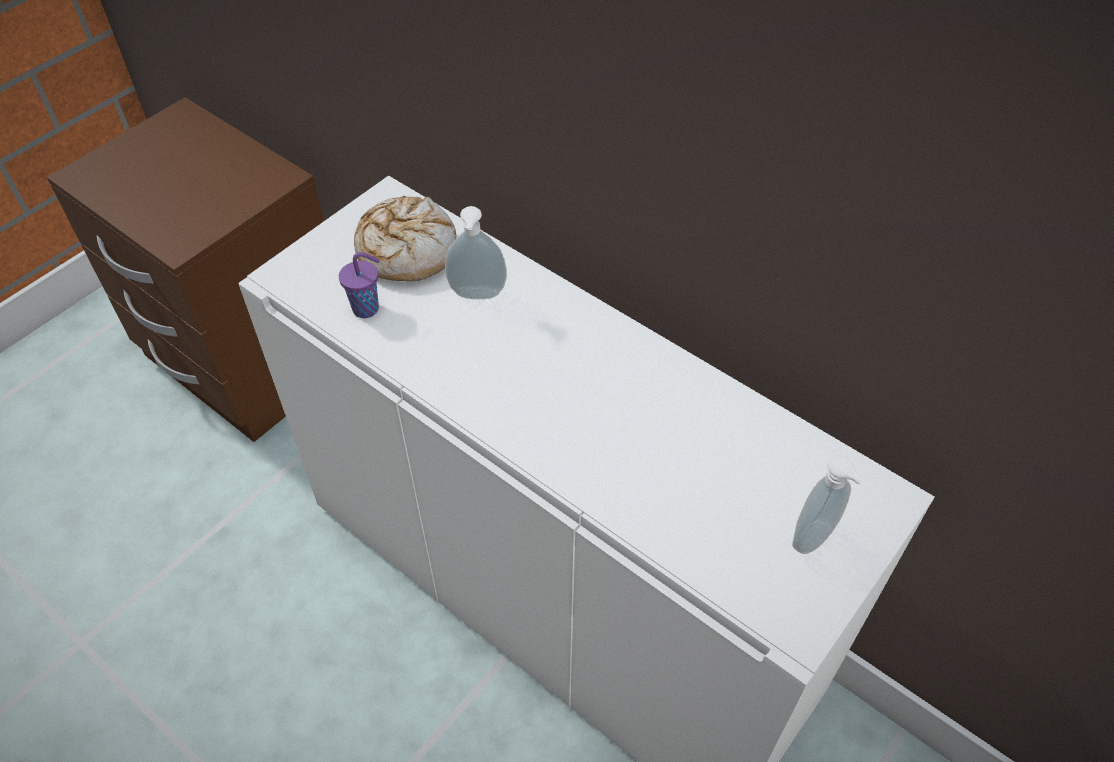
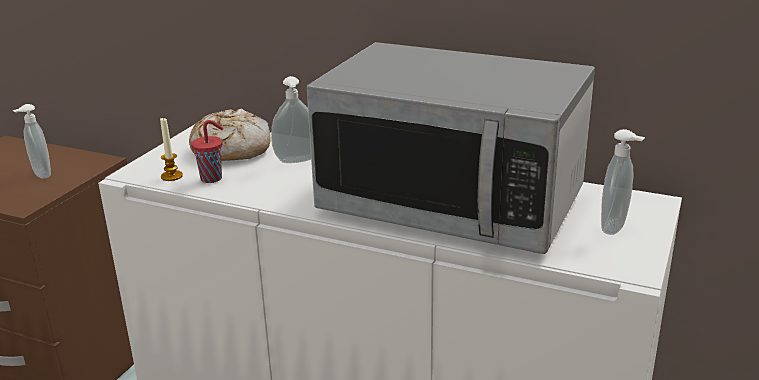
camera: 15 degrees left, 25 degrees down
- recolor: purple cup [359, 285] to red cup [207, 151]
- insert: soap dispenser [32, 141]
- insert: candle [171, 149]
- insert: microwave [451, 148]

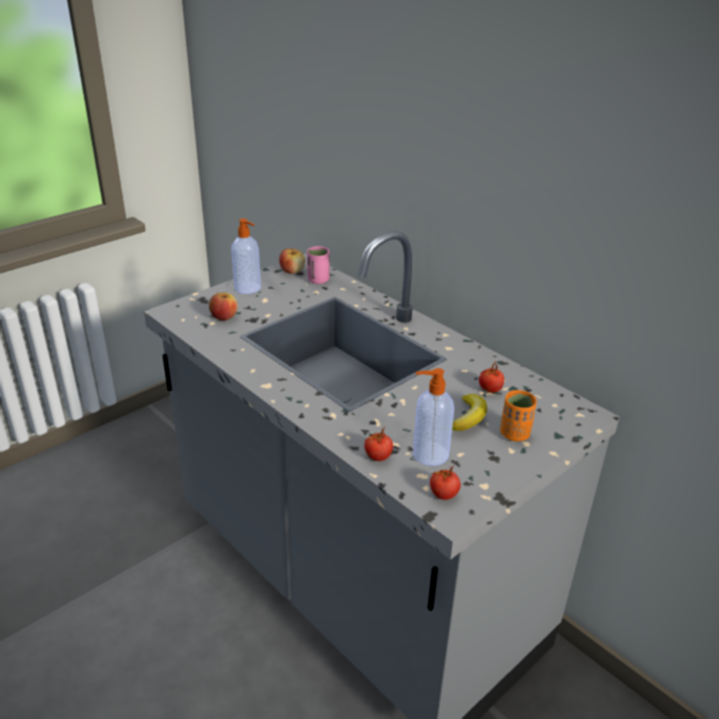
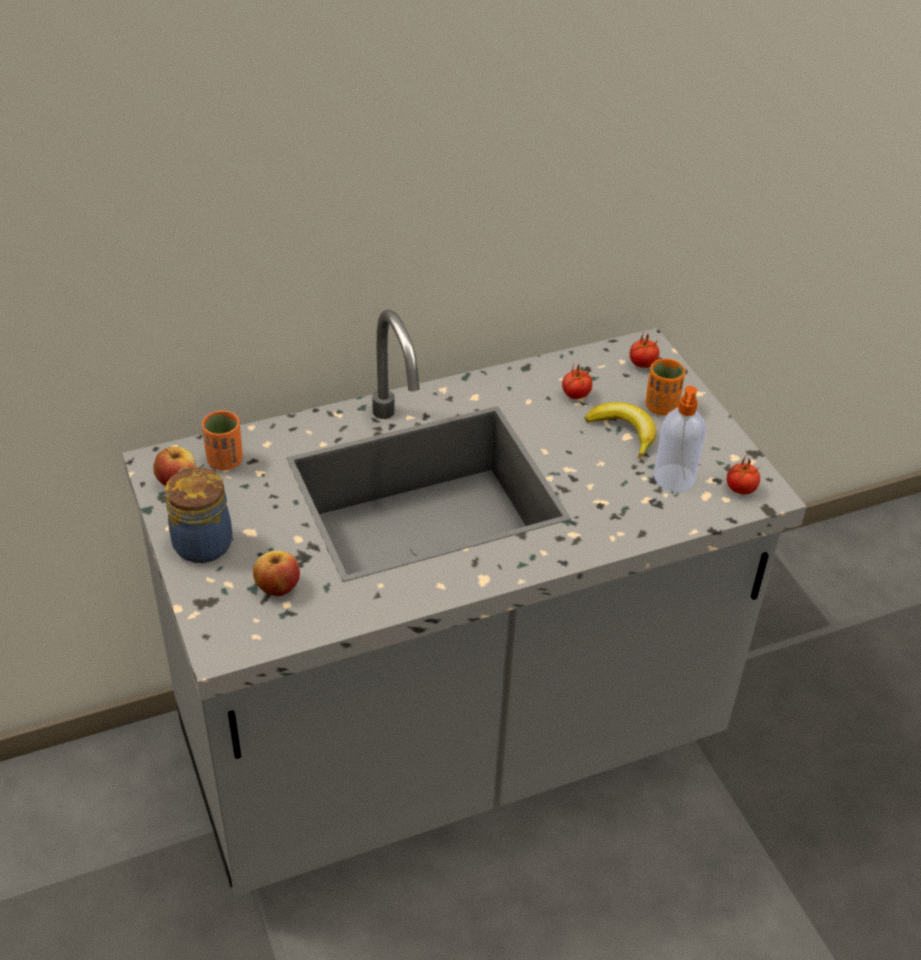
camera: 70 degrees left, 10 degrees up
- replace: soap dispenser [246, 256] to jar [198, 515]
- recolor: pink cup [318, 265] to orange cup [222, 440]
- move: tomato [378, 444] to [644, 349]

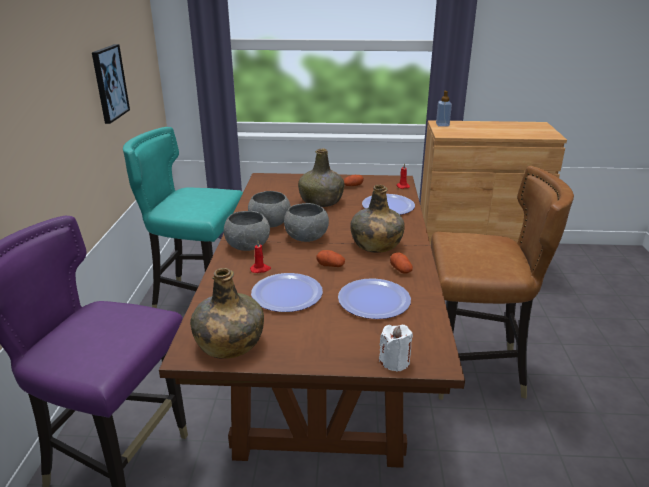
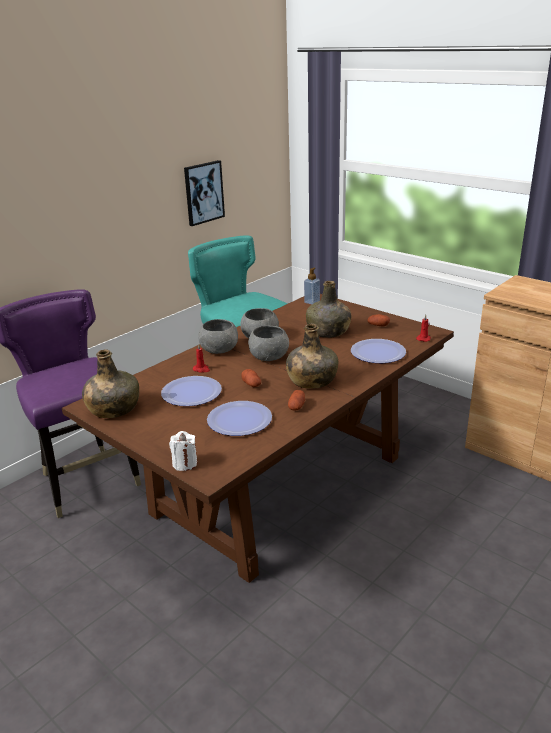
camera: 40 degrees right, 0 degrees up
- delete: brown chair [502, 283]
- move: soap dispenser [444, 108] to [312, 286]

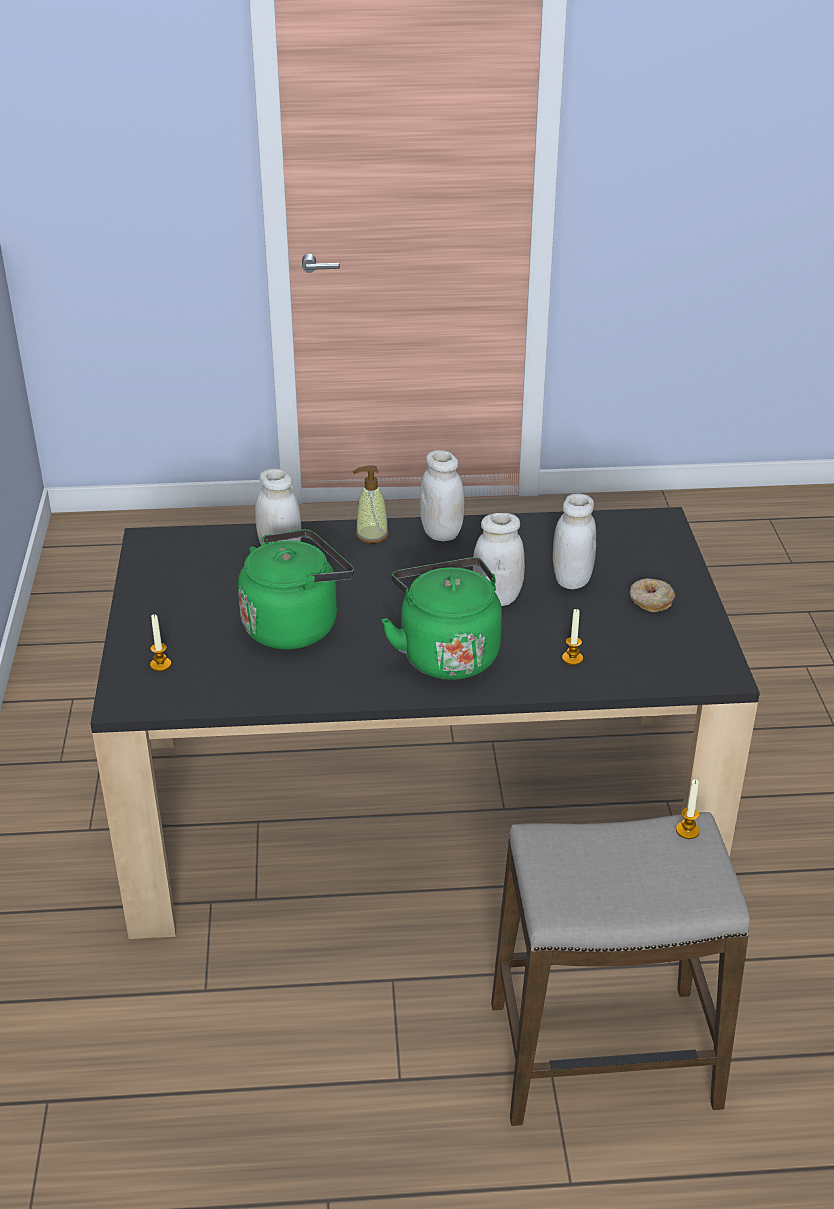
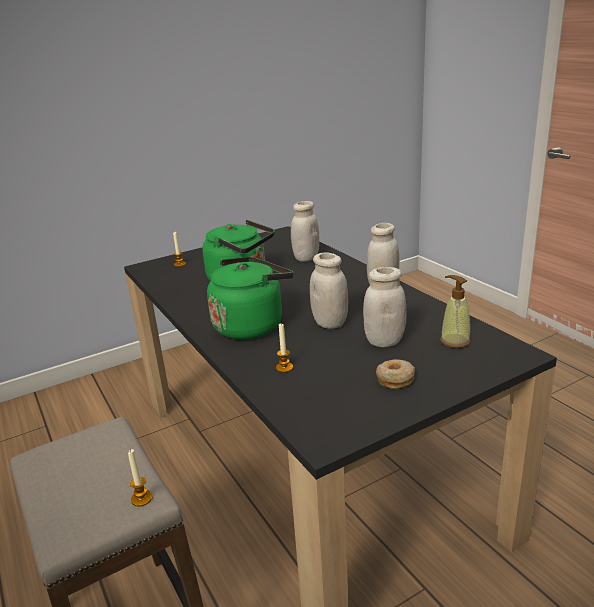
camera: 65 degrees right, 10 degrees down
- move: soap dispenser [371, 504] to [455, 311]

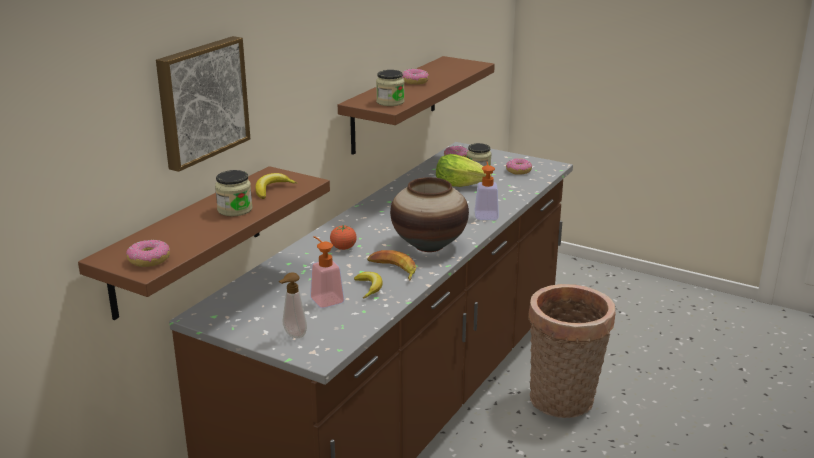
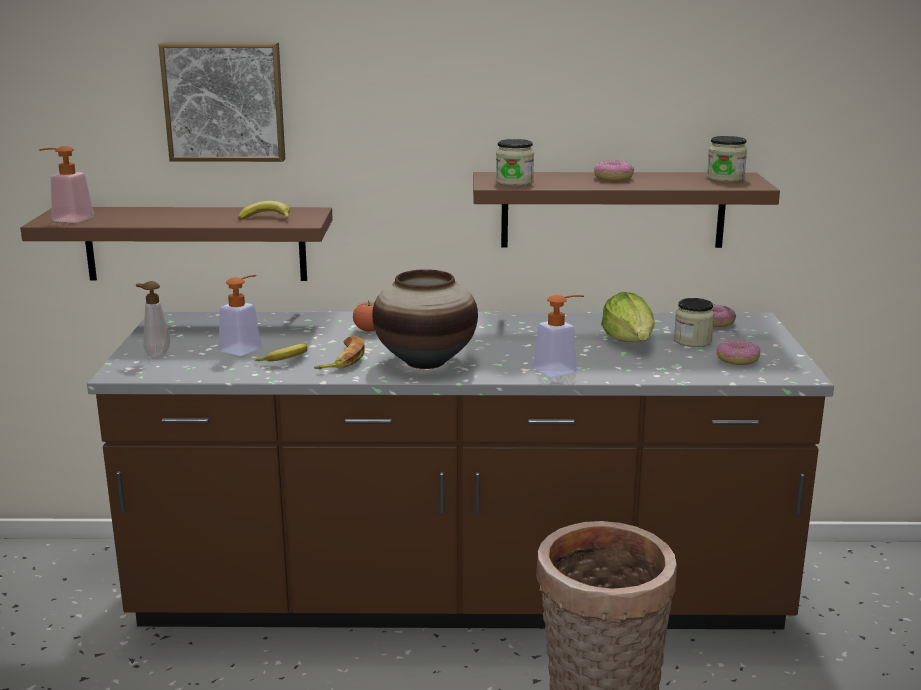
camera: 60 degrees right, 5 degrees down
- replace: donut [148, 253] to soap dispenser [66, 184]
- move: jar [233, 193] to [727, 159]

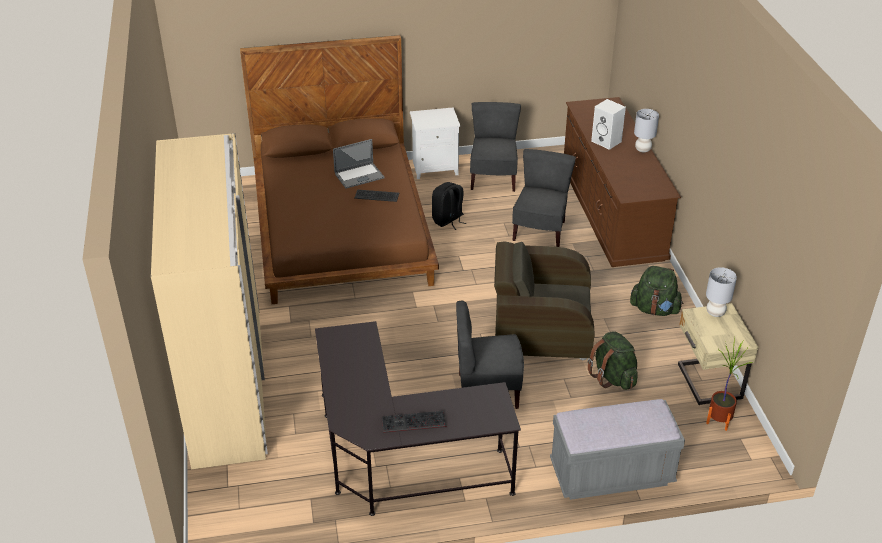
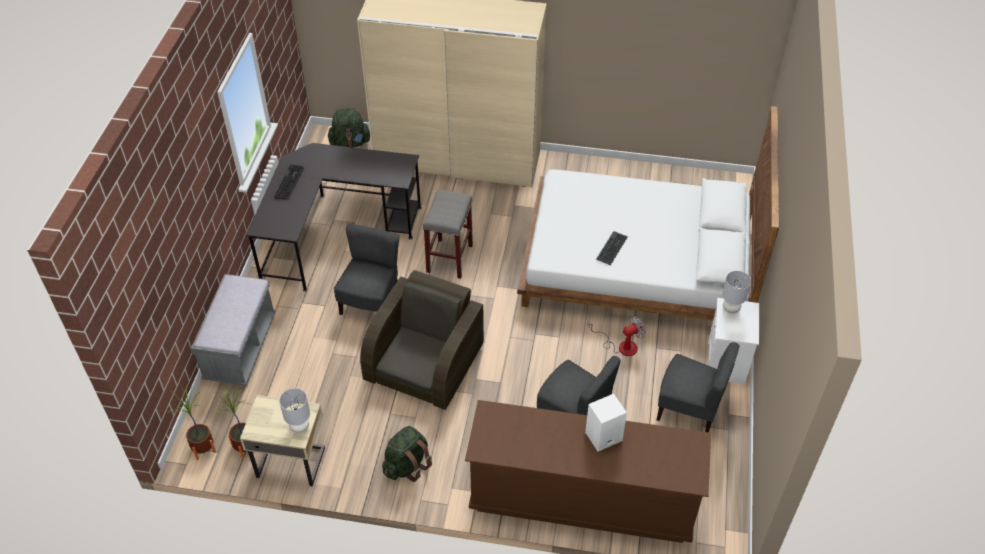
camera: 110 degrees right, 10 degrees up
- recolor: brown bed [339, 169] to white bed [648, 213]
- delete: laptop [359, 163]
- replace: black backpack [449, 206] to fan [616, 336]
- move: green backpack [613, 360] to [349, 127]
- move: grey table lamp [646, 130] to [736, 292]
- insert: potted plant [192, 422]
- insert: grey stool [448, 234]

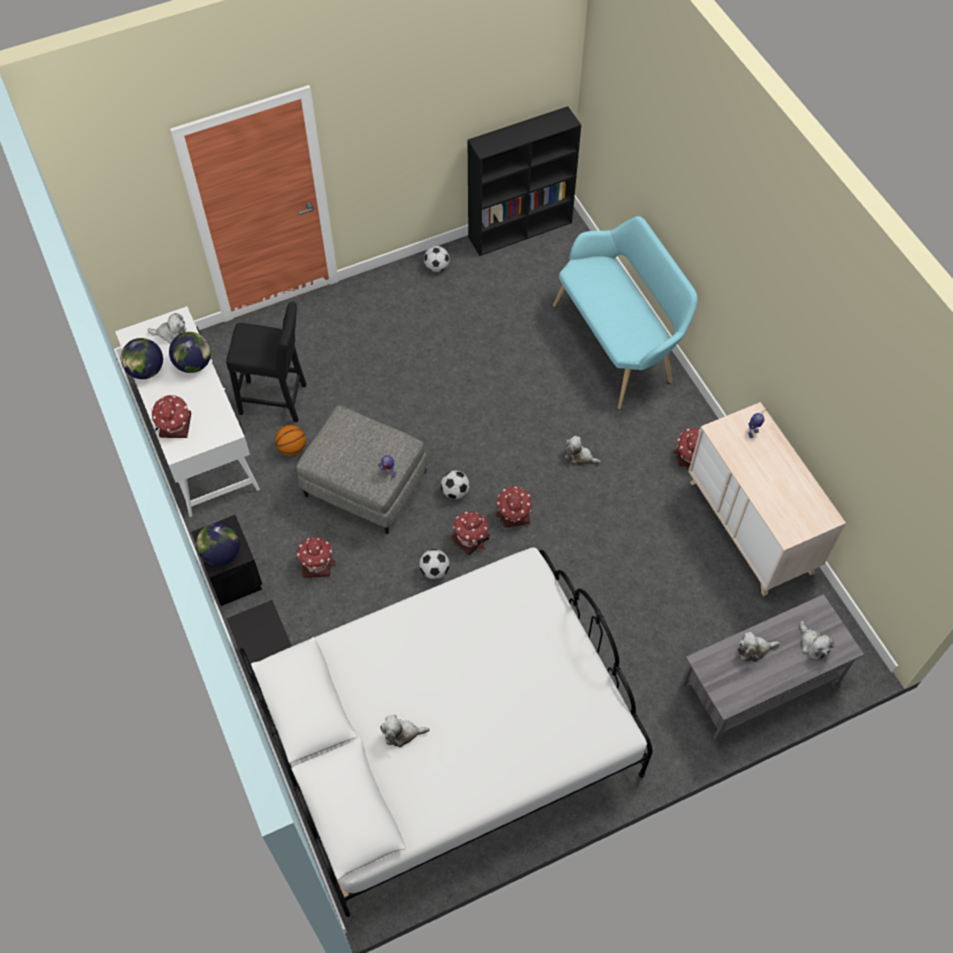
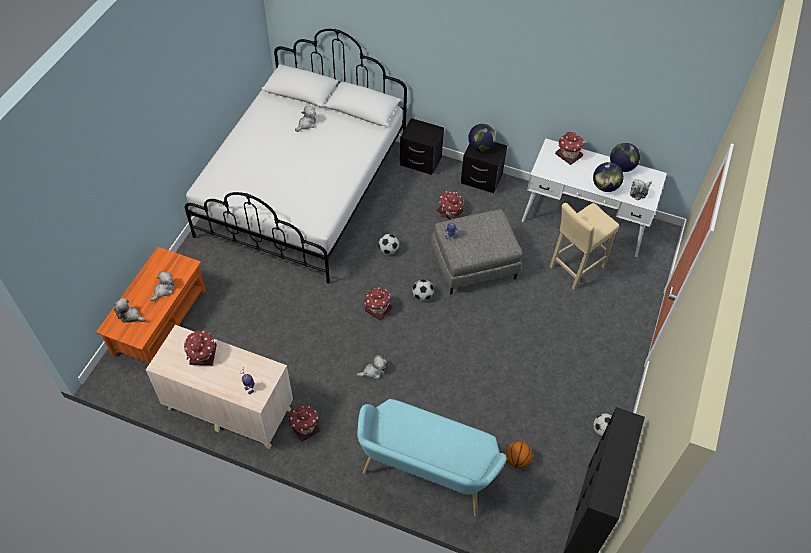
camera: 135 degrees right, 5 degrees down
- recolor: black stool [266, 362] to beige stool [584, 246]
- move: basketball [290, 440] to [519, 454]
- move: toy house [470, 533] to [200, 348]
- recolor: grey coffee table [772, 667] to orange coffee table [151, 306]

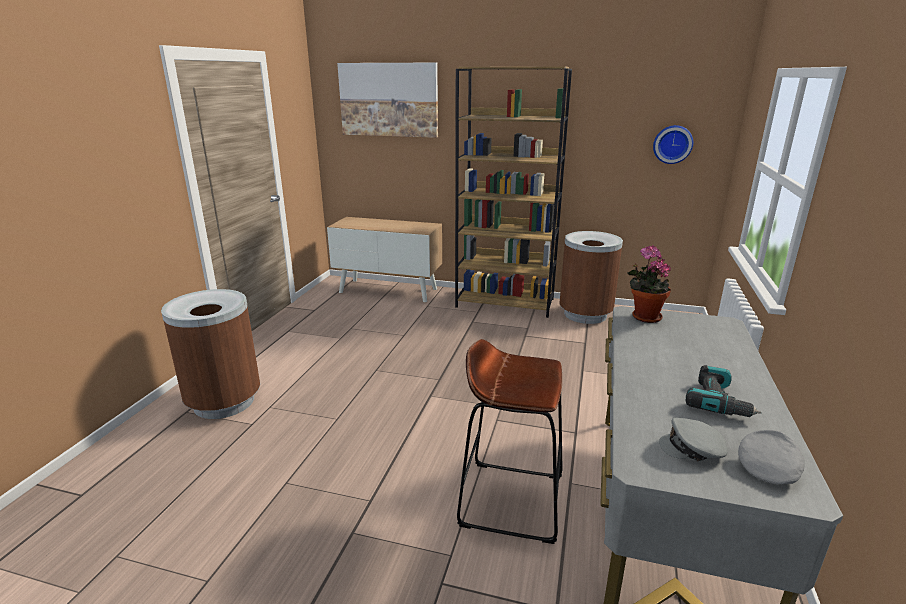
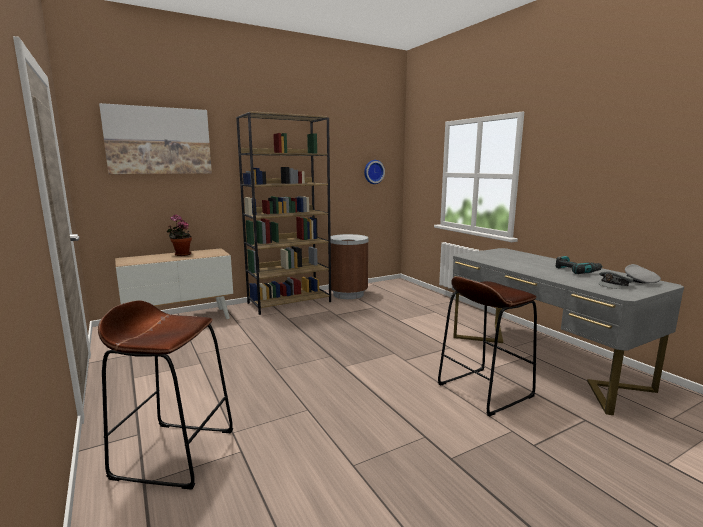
camera: 45 degrees left, 10 degrees down
- replace: brown trash can [210, 354] to brown stool [165, 395]
- move: potted plant [649, 284] to [179, 235]

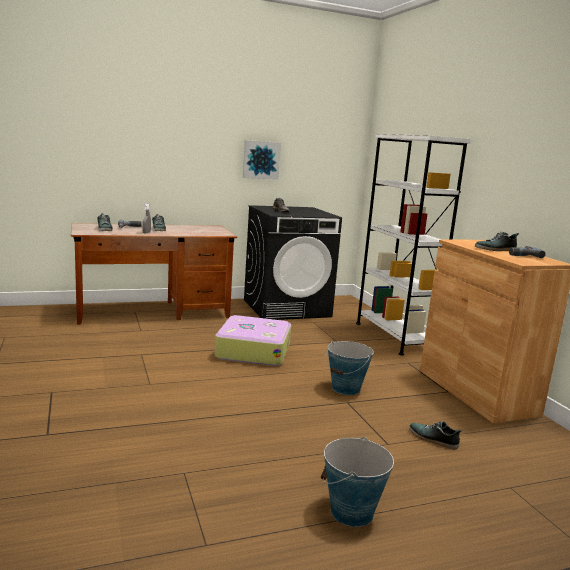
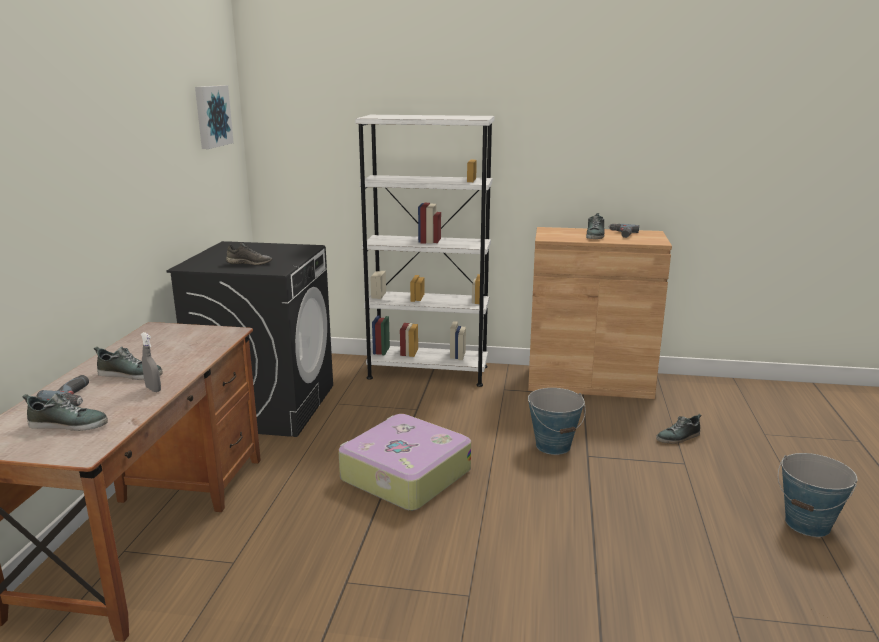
camera: 60 degrees left, 5 degrees up
- move: picture [262, 160] to [214, 117]

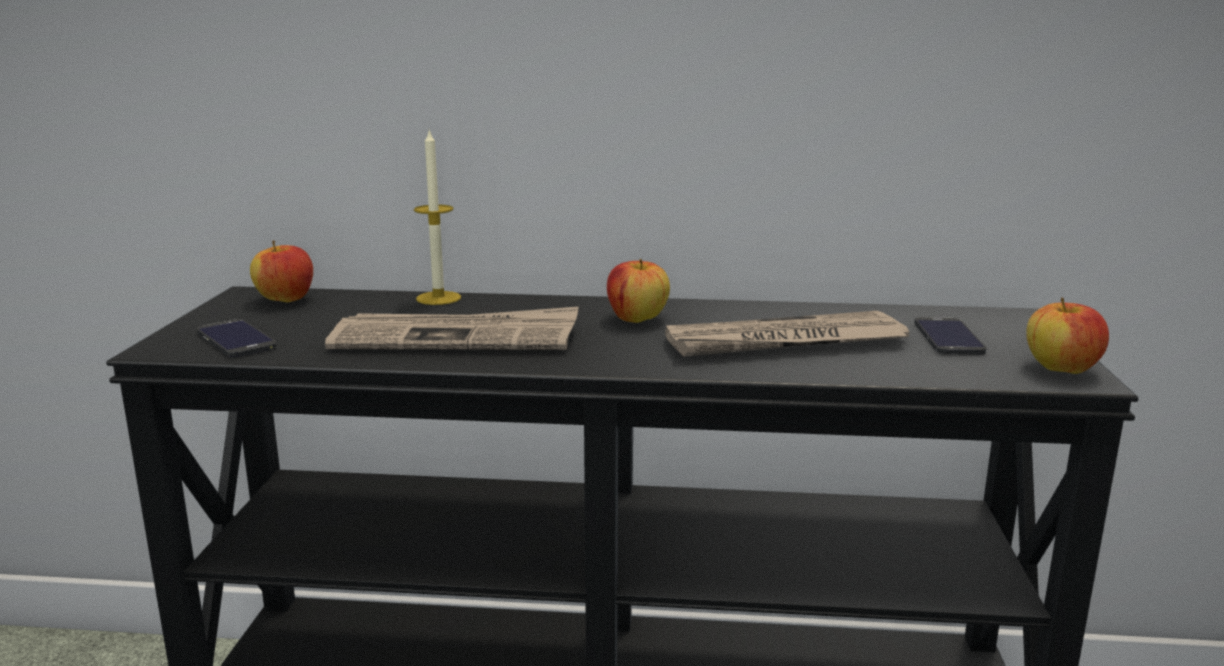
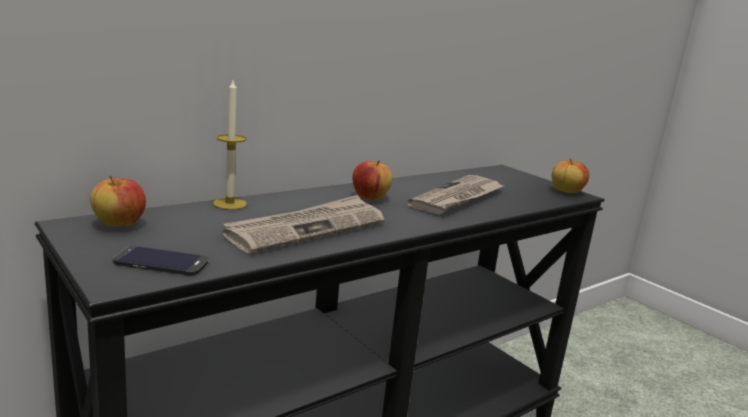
camera: 45 degrees left, 0 degrees up
- delete: phone [950, 336]

